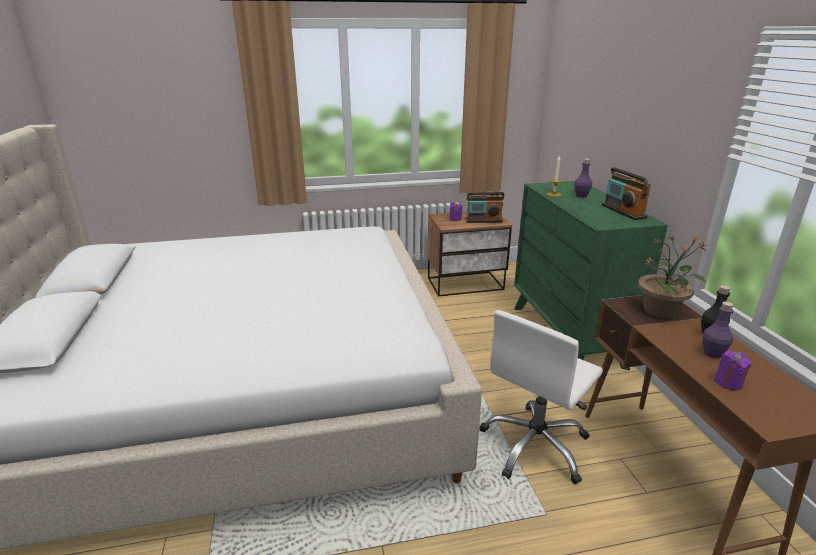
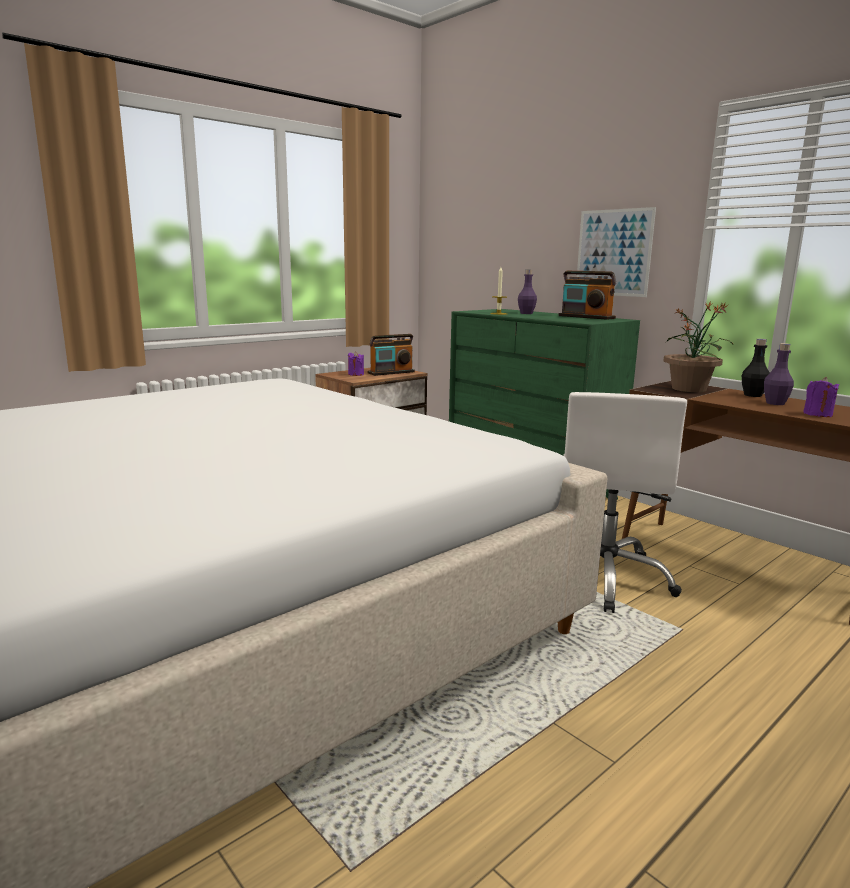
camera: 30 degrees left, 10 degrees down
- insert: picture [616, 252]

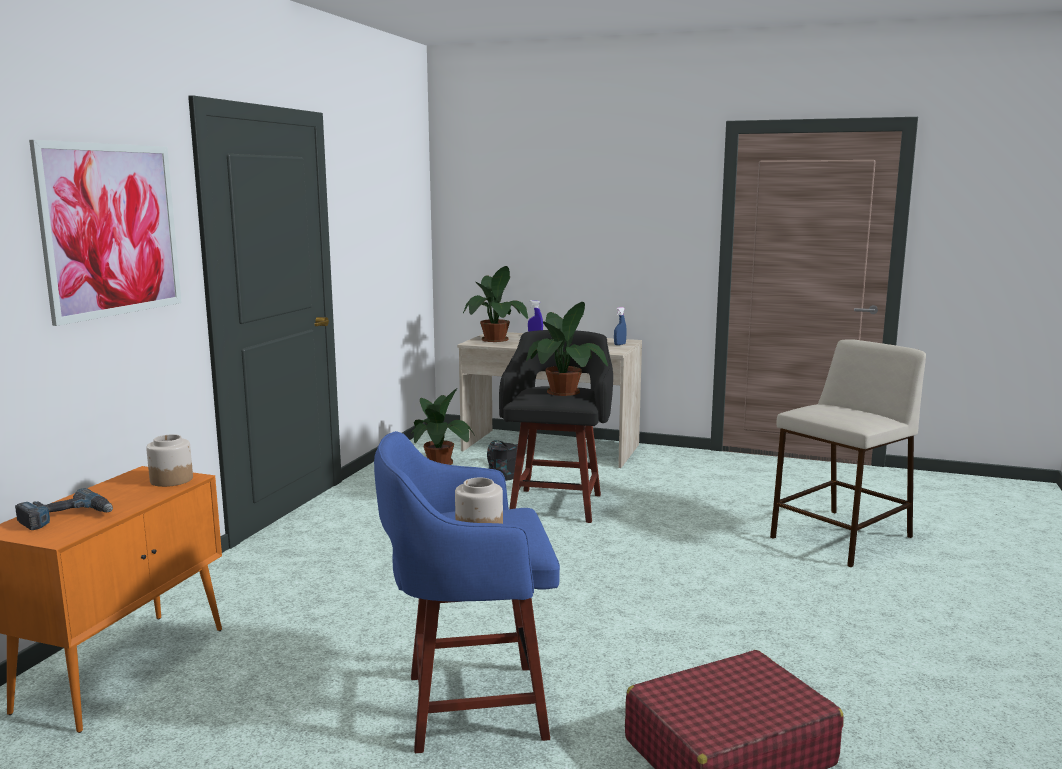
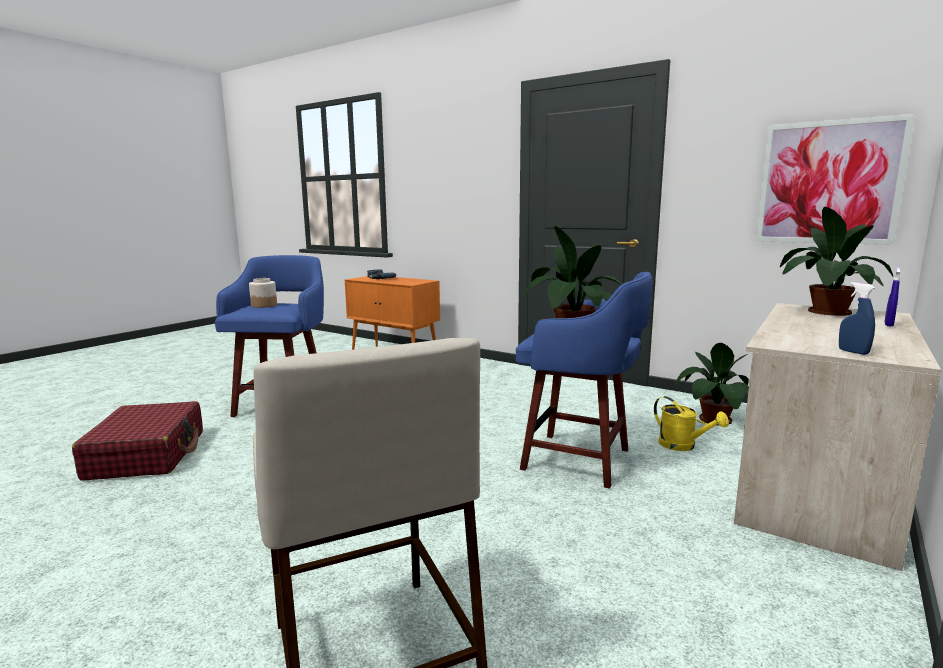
camera: 105 degrees right, 0 degrees up
- move: picture [105, 233] to [835, 179]
- delete: jar [169, 460]
- recolor: black watering can [508, 457] to yellow watering can [691, 423]
- recolor: black stool [556, 426] to blue stool [584, 380]

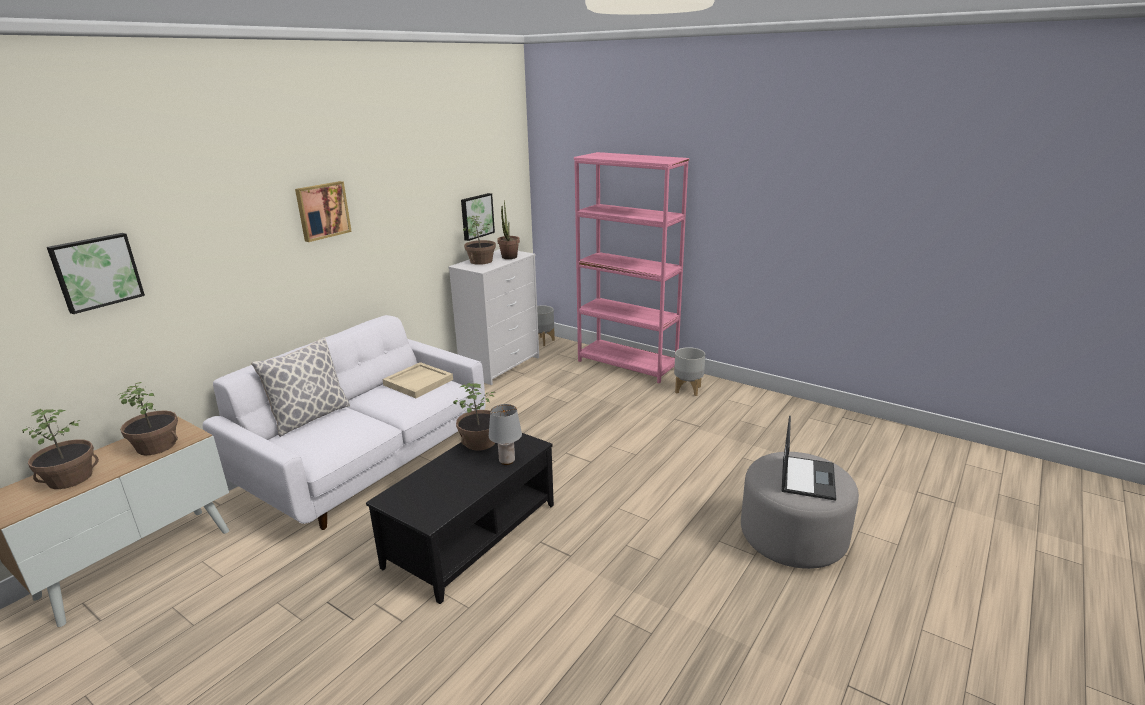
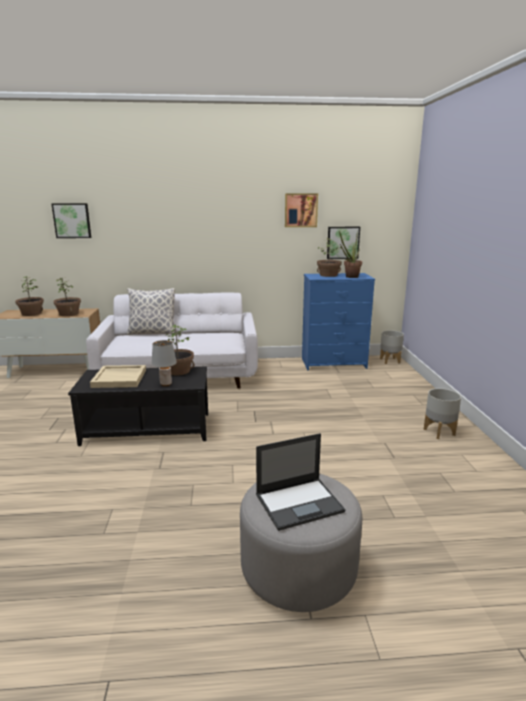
camera: 50 degrees right, 5 degrees down
- move: picture [323, 211] to [301, 210]
- move: beige tray [417, 380] to [118, 376]
- recolor: white dresser [493, 317] to blue dresser [338, 321]
- delete: pink bookcase [631, 268]

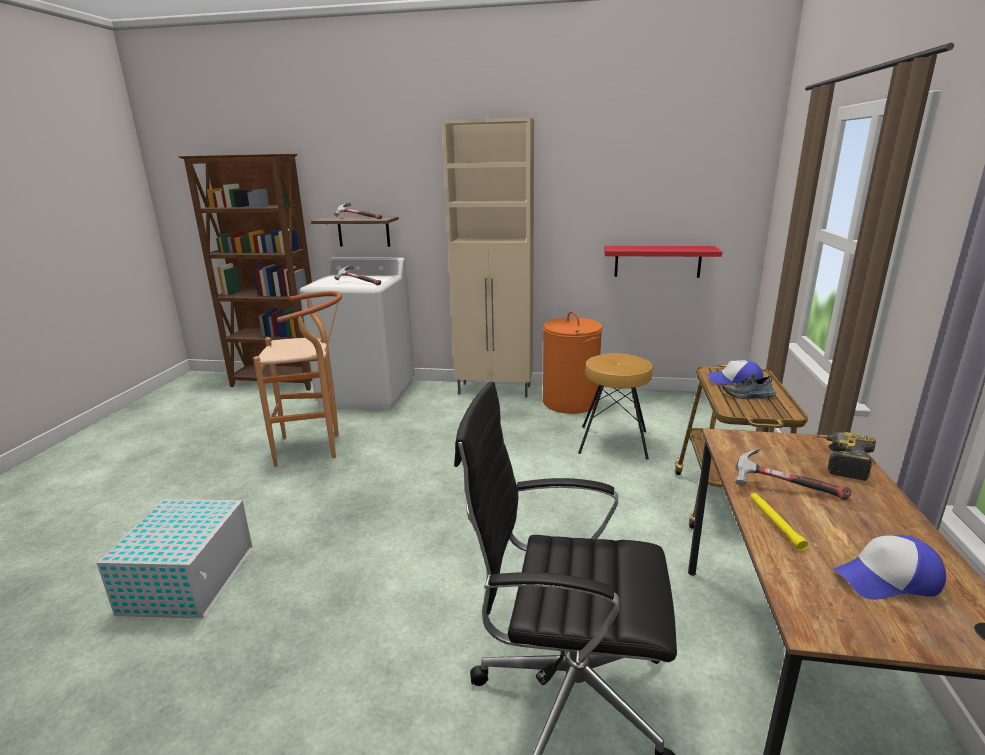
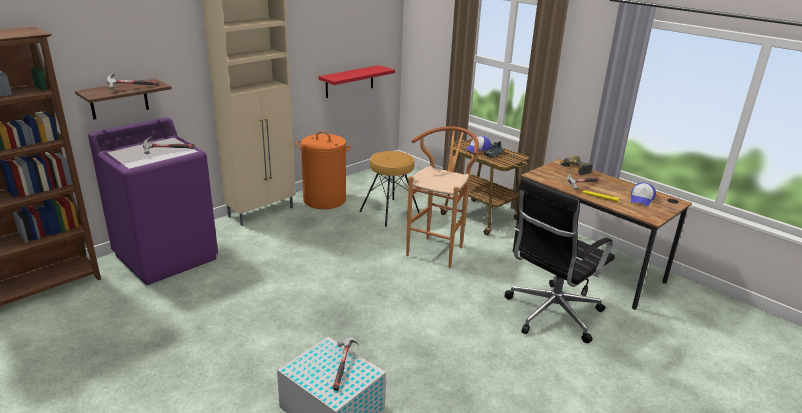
camera: 55 degrees left, 5 degrees up
- move: brown stool [297, 379] to [442, 197]
- recolor: white washing machine [357, 334] to purple washing machine [153, 201]
- insert: hammer [345, 364]

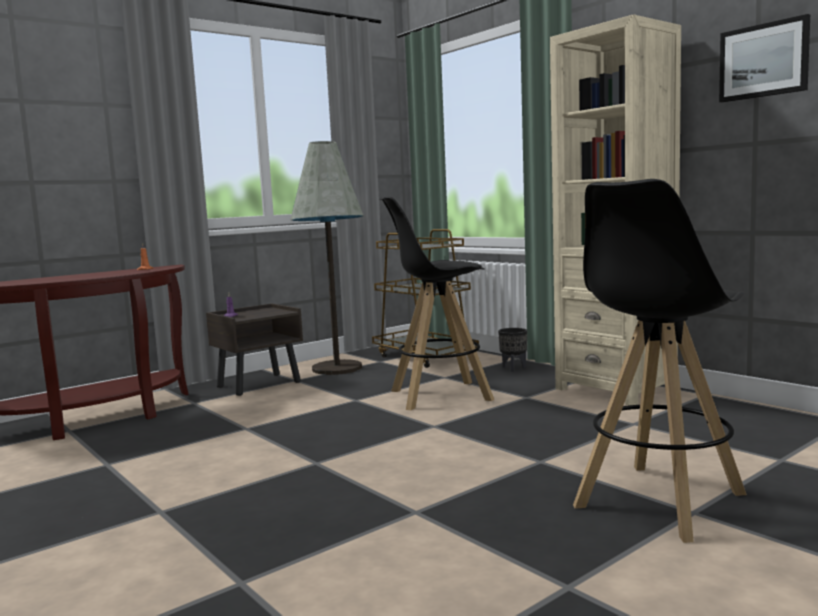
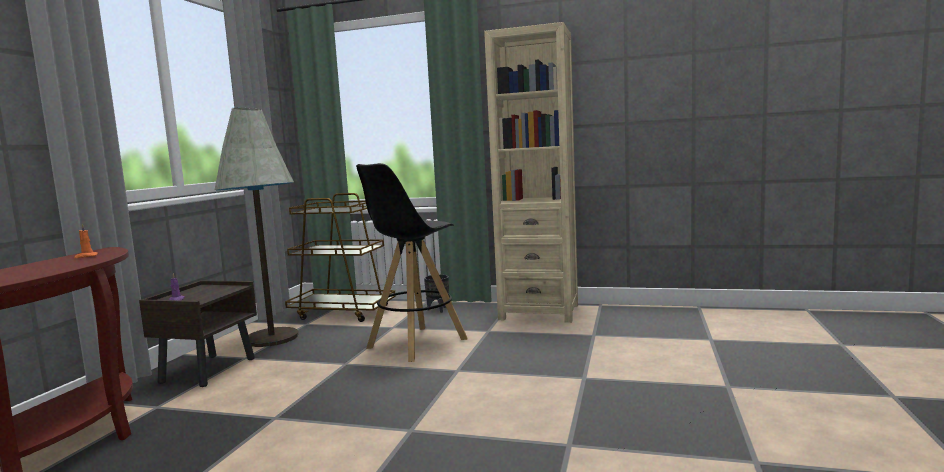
camera: 35 degrees left, 0 degrees up
- delete: black stool [660, 361]
- delete: picture [764, 58]

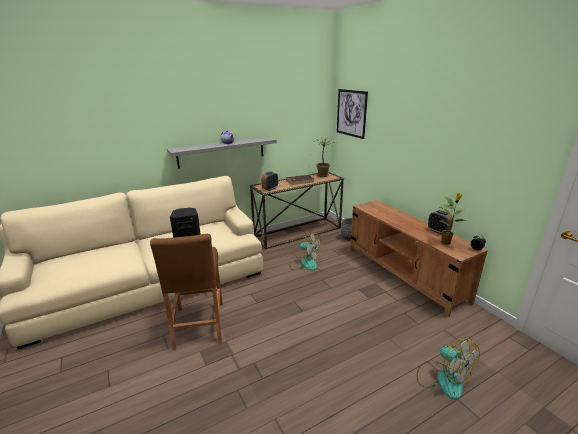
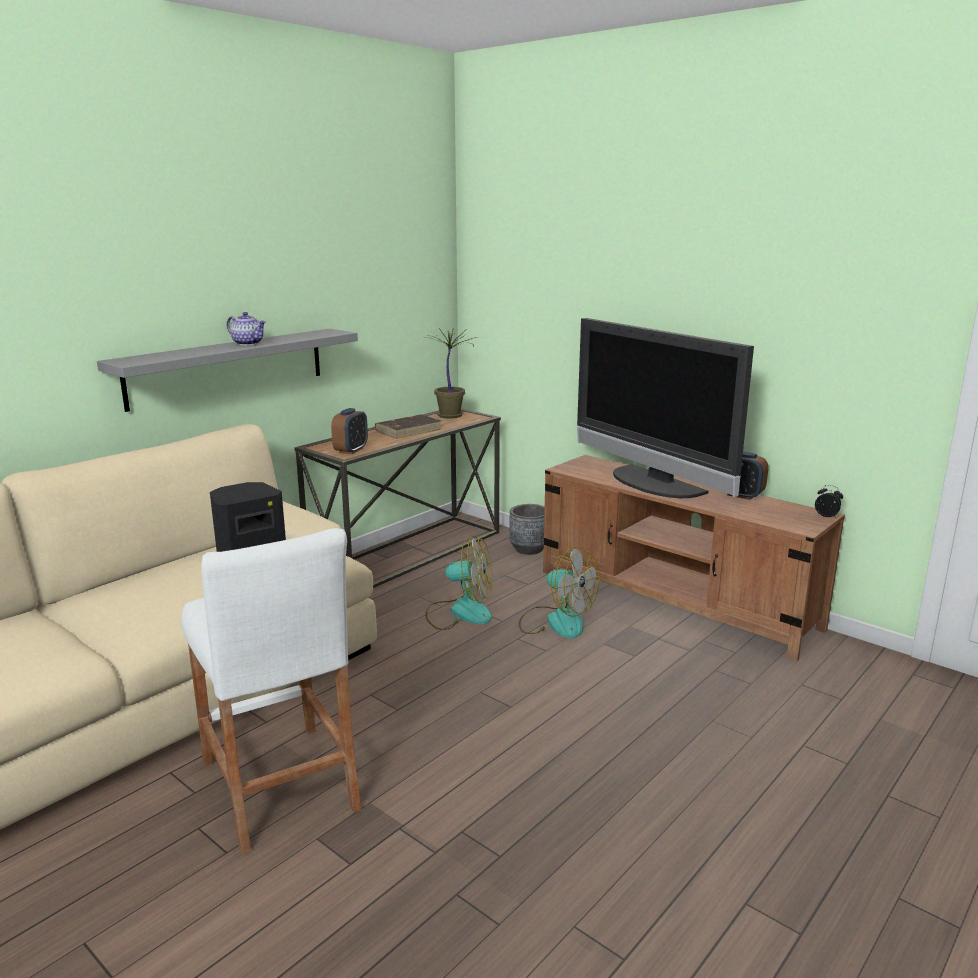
camera: 20 degrees left, 5 degrees down
- recolor: brown stool [186, 292] to white stool [271, 691]
- delete: picture [352, 114]
- move: fan [448, 369] to [559, 592]
- delete: potted plant [454, 219]
- insert: television [665, 408]

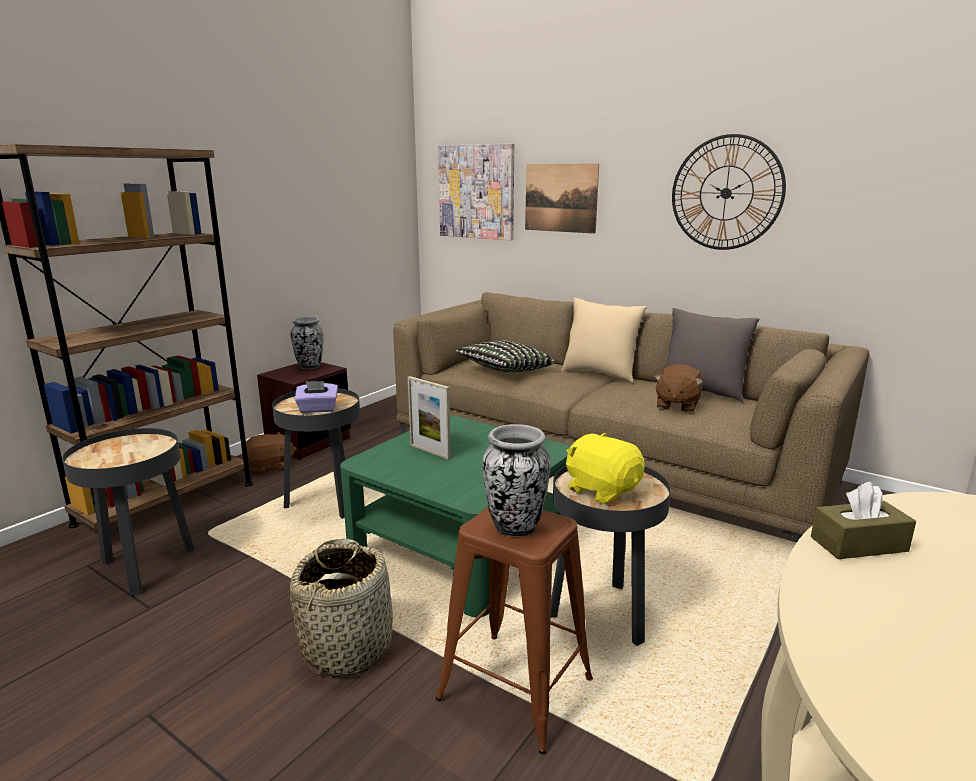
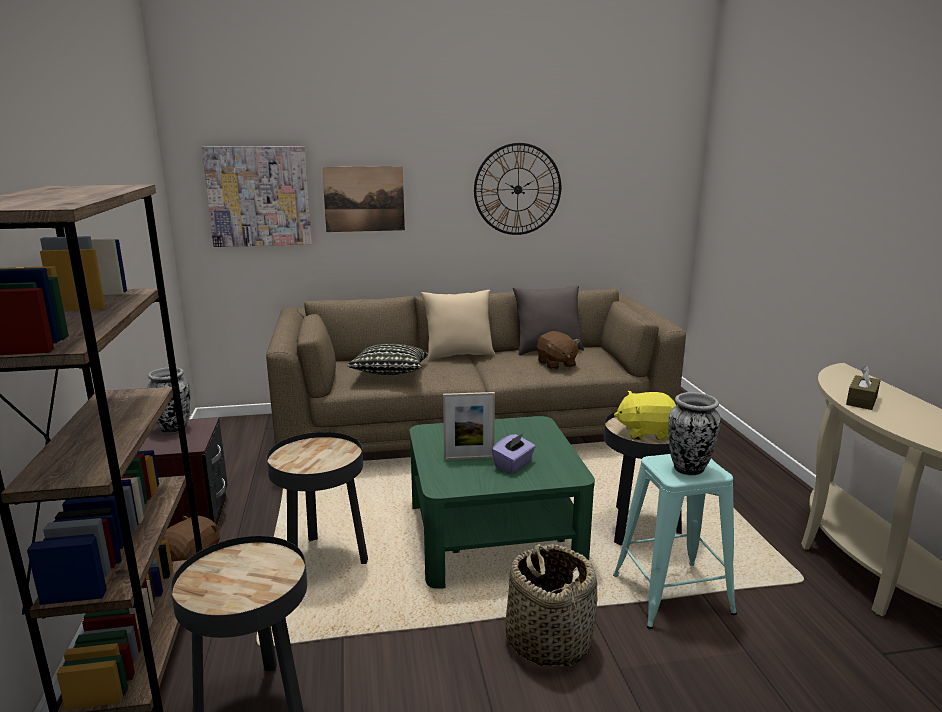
camera: 45 degrees left, 0 degrees up
- move: purple tissue box [316, 397] to [514, 453]
- recolor: brown stool [514, 630] to turquoise stool [675, 541]

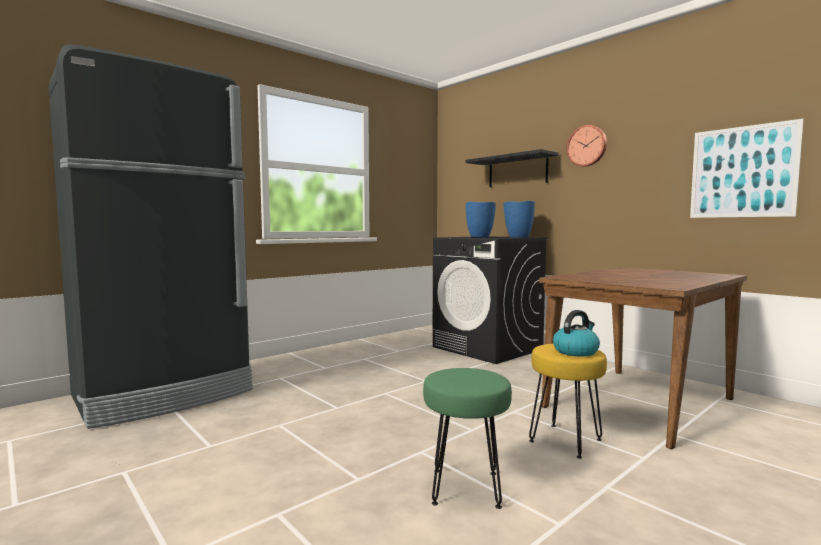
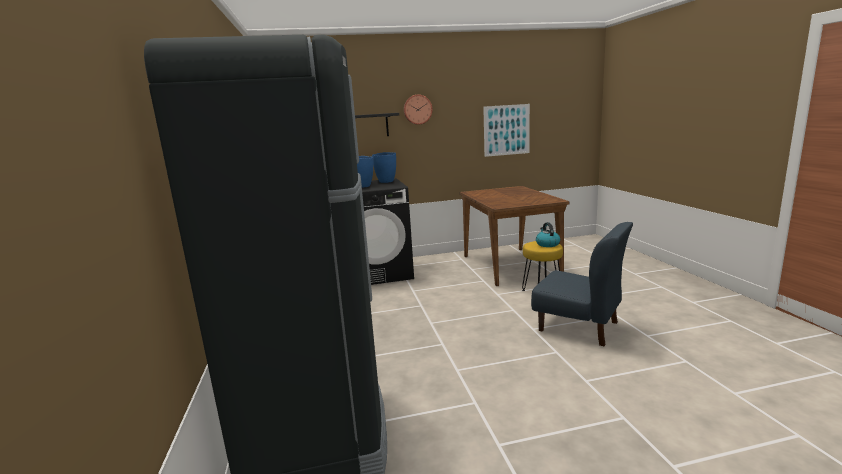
camera: 60 degrees left, 10 degrees up
- replace: green stool [467, 438] to blue chair [582, 284]

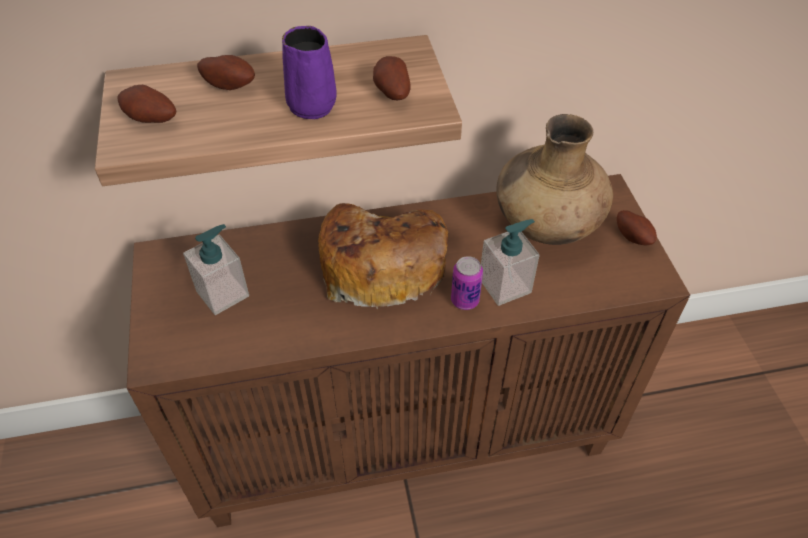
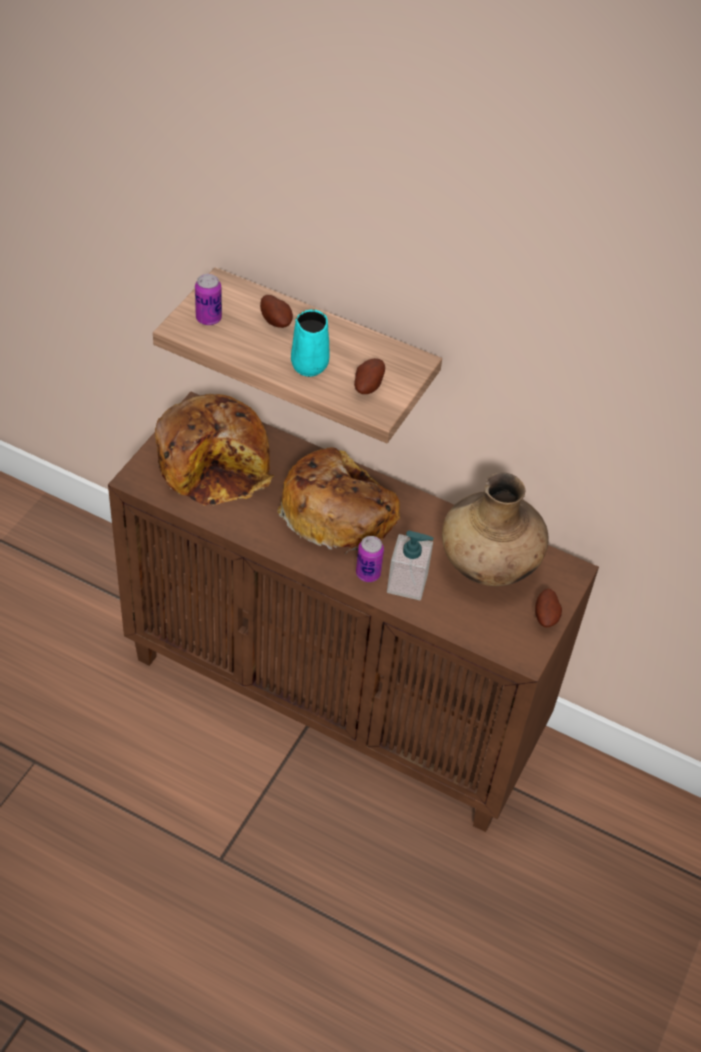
camera: 35 degrees right, 0 degrees up
- replace: potato [147, 104] to can [208, 299]
- replace: soap dispenser [216, 269] to bread [214, 450]
- recolor: purple mug [309, 72] to turquoise mug [310, 343]

